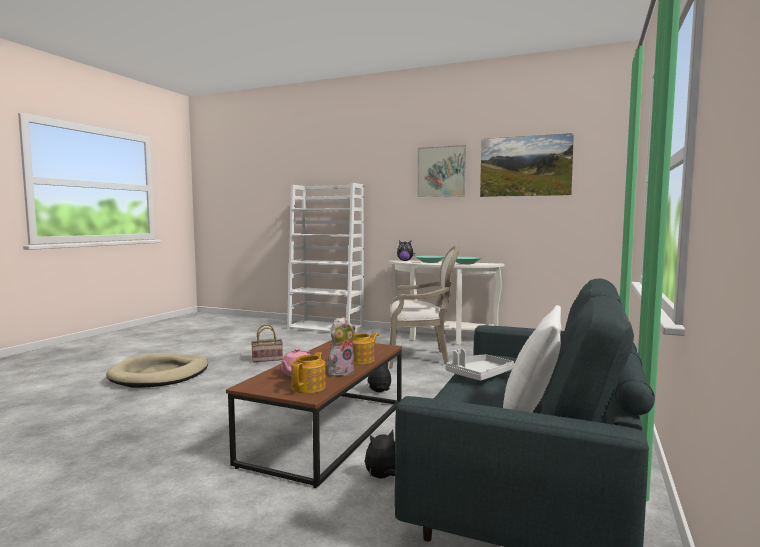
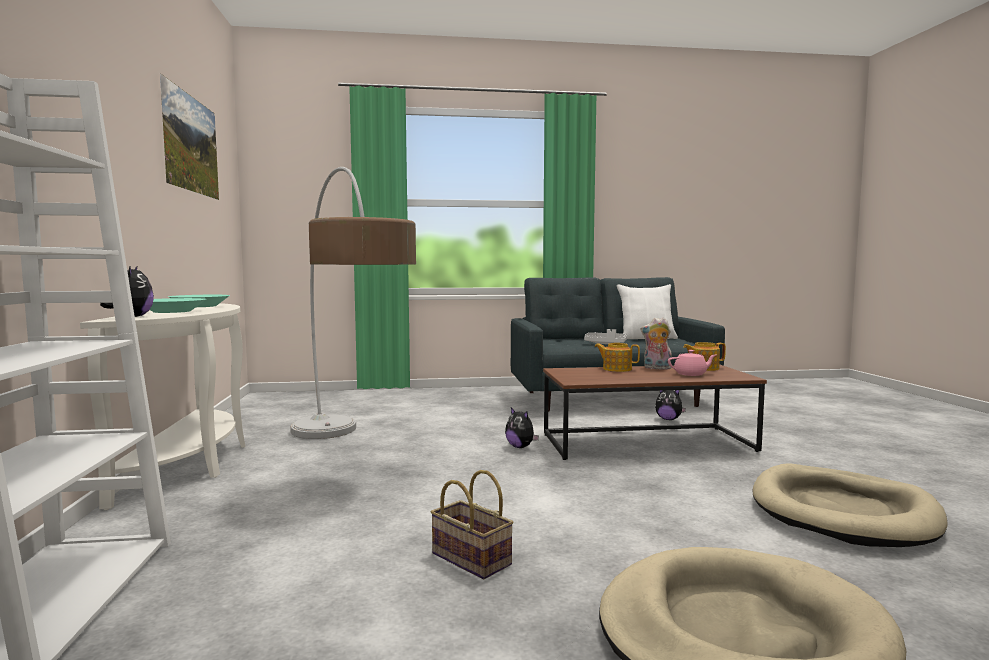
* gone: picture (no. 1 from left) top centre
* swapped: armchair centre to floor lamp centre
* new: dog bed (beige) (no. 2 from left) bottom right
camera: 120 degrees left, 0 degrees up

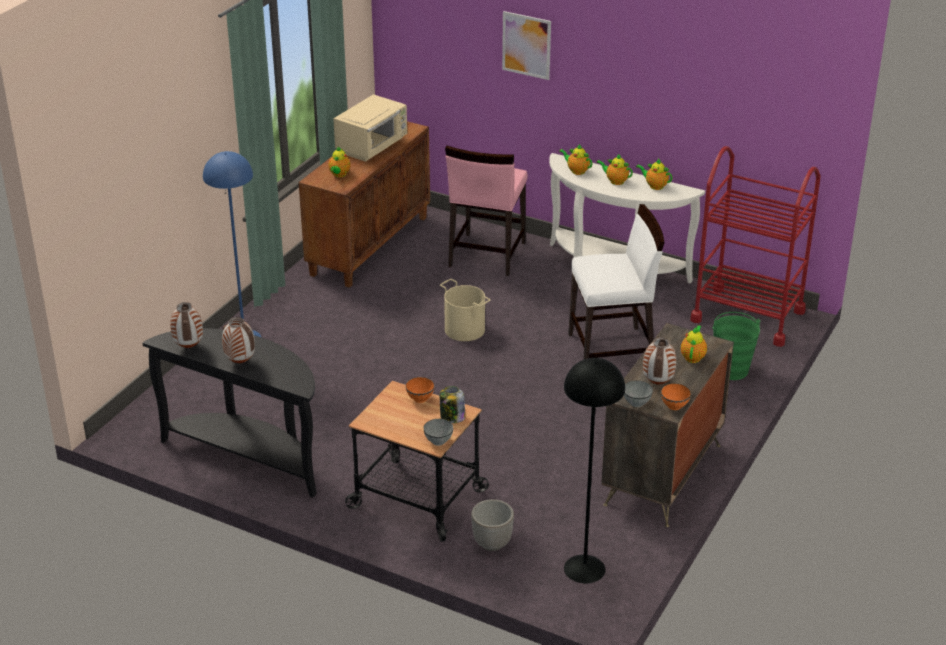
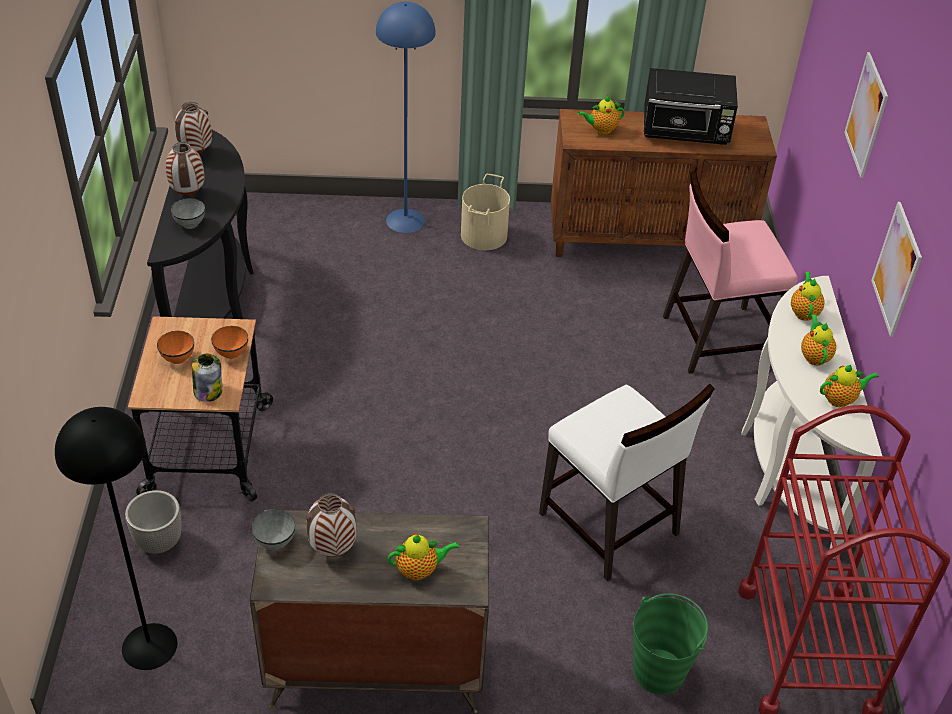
* repainted: microwave (beige) top centre to microwave (black) top right
* rotated: teapot (no. 4 from left in the first image) top right = middle right 75 degrees clockwise
* shifted: bucket (beige) centre to top centre
* shifted: bowl (orange) (no. 2 from left in the first image) middle right to bowl (orange) (no. 1 from left) middle left
* shifted: bowl (grey) (no. 1 from left) bottom centre to top left
* new: picture (no. 2 from left) middle right
camera: 60 degrees right, 10 degrees up

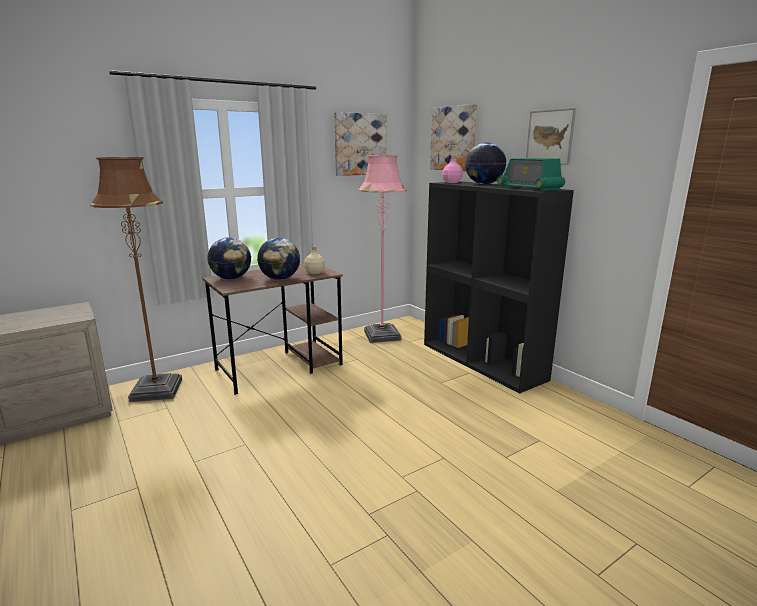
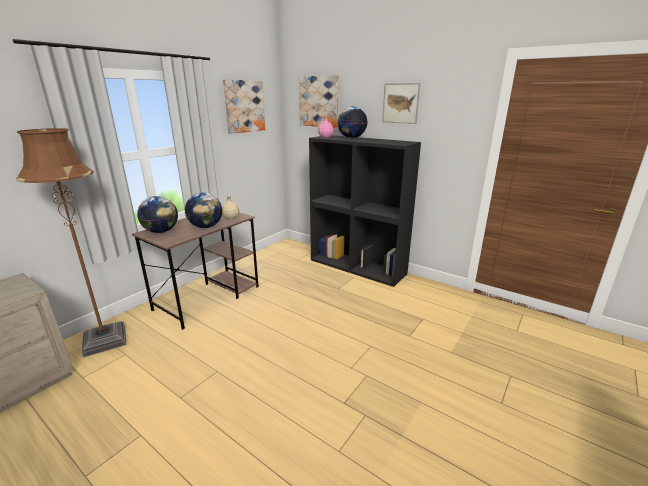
* gone: floor lamp (pink) centre
* gone: radio top right
camera: 20 degrees left, 5 degrees up

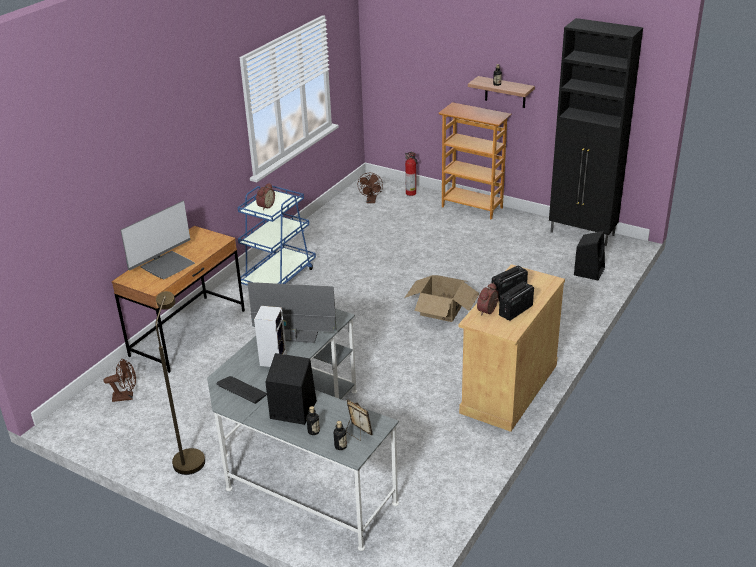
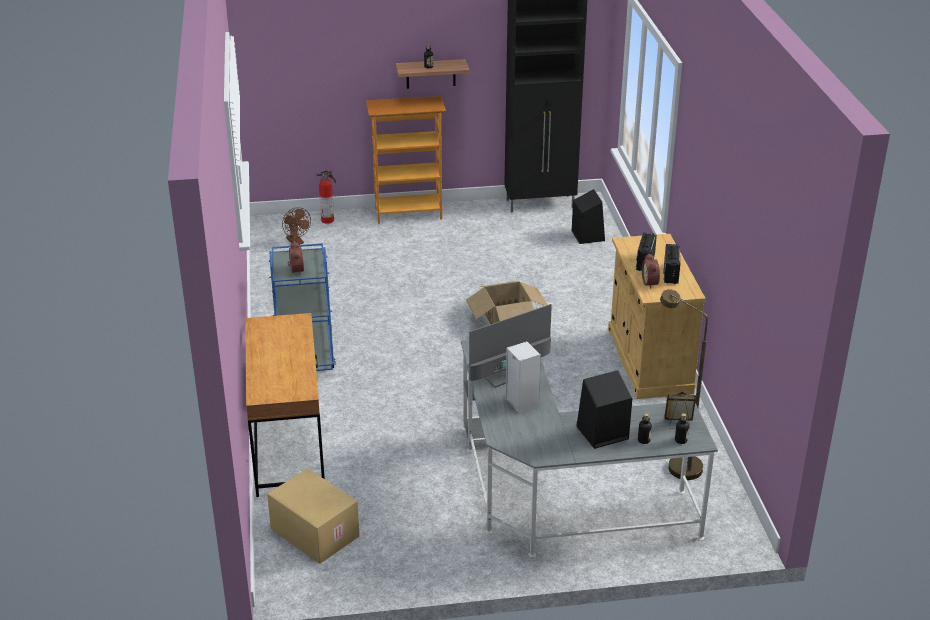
* gone: monitor (no. 1 from left) middle left
* shifted: floor lamp (brown) bottom left to middle right
* swapped: fan (brown) (no. 1 from left) bottom left to cardboard box (no. 1 from left) bottom centre
* gone: keyboard bottom left
camera: 40 degrees left, 0 degrees up

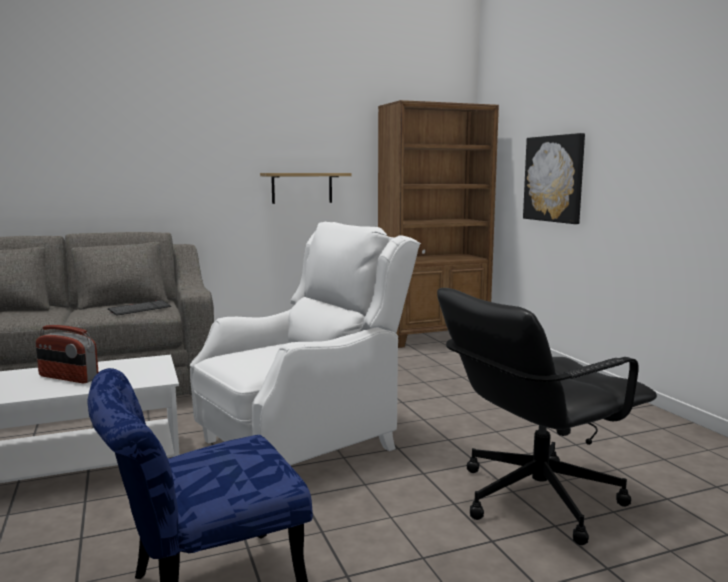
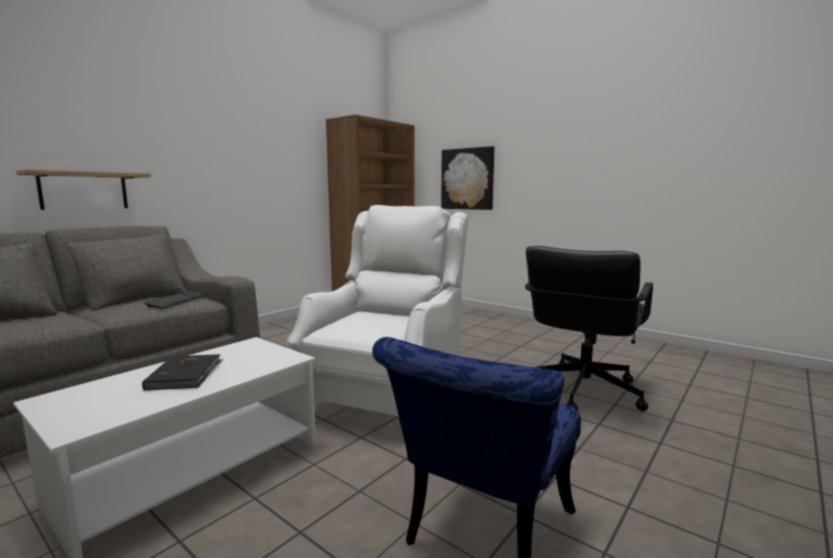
* shifted: shelf top centre to middle left
* swapped: radio middle left to book (black) bottom left
camera: 30 degrees left, 0 degrees up

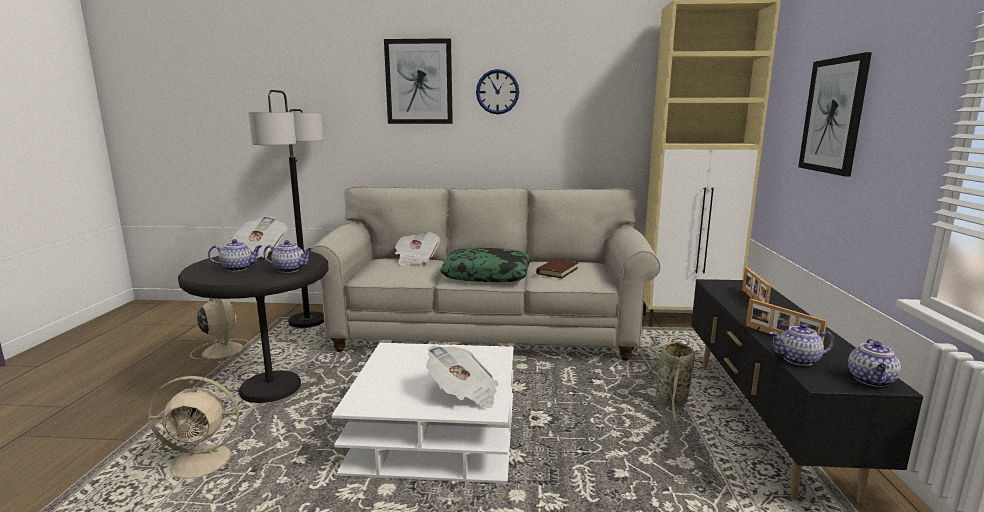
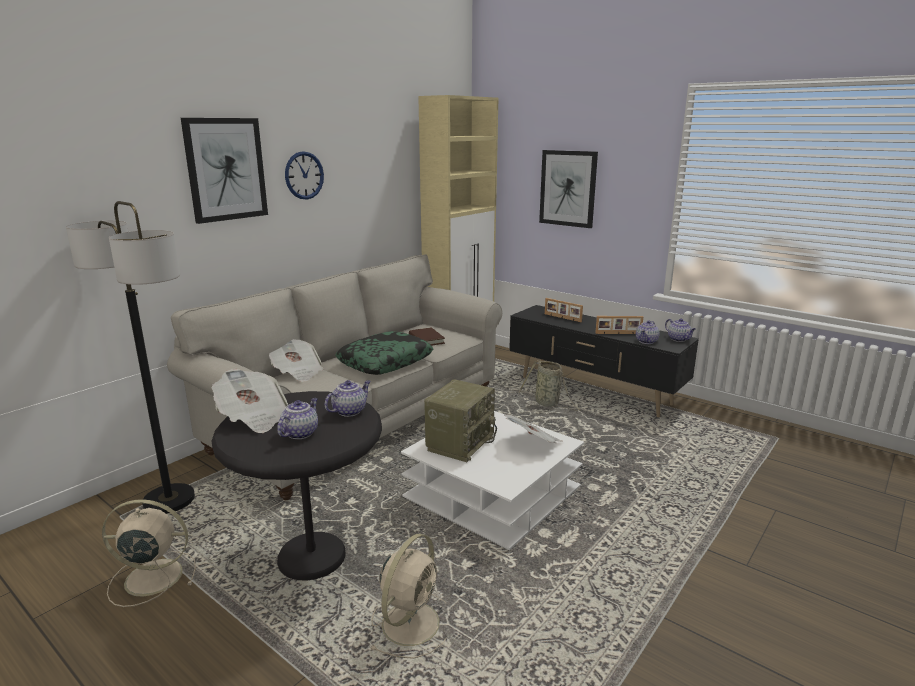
* new: radio centre
camera: 55 degrees left, 5 degrees up

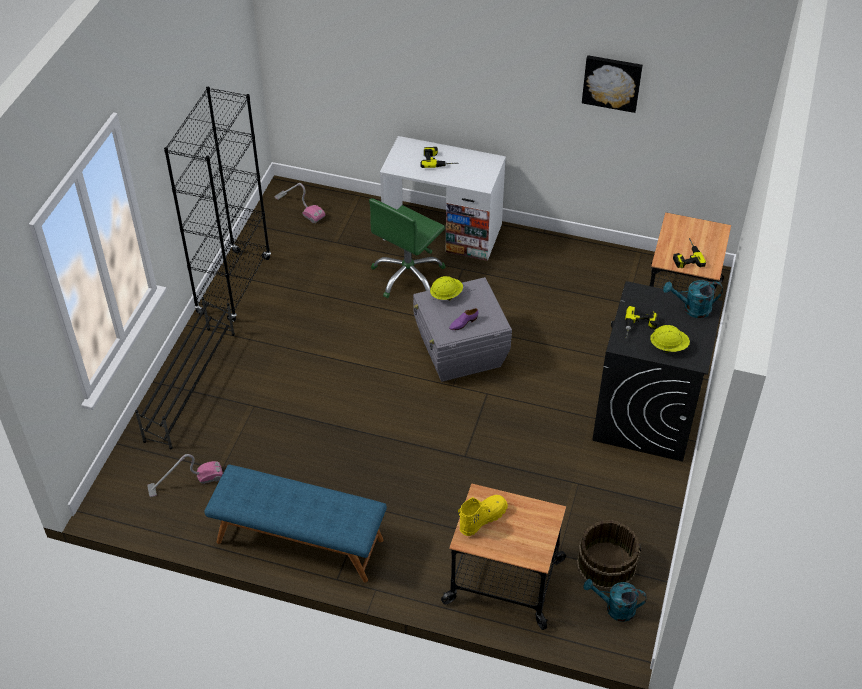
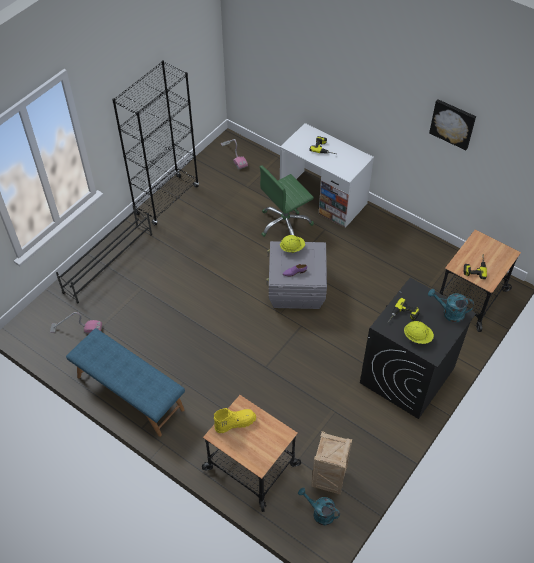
* swapped: bucket (brown) bottom right to crate bottom centre
camera: 20 degrees right, 5 degrees up

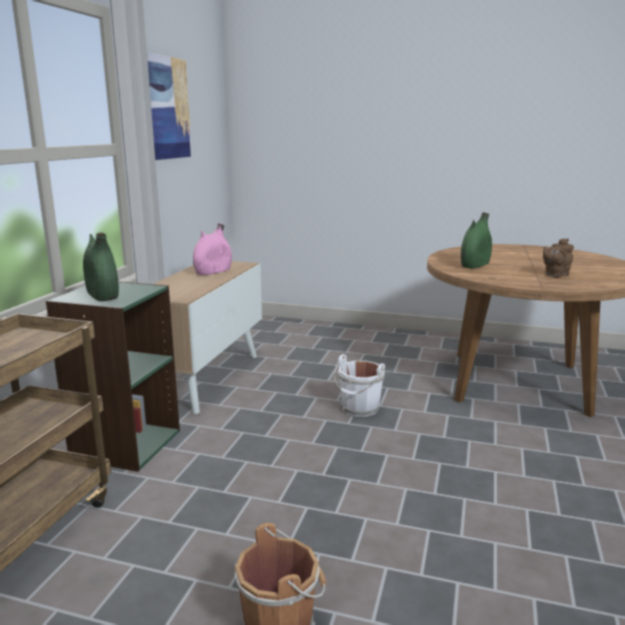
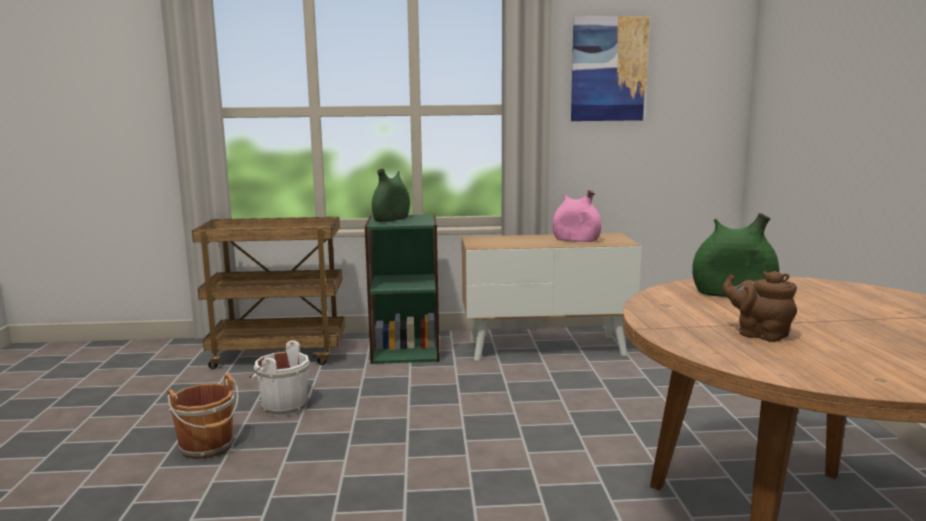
* shifted: bucket (white) centre to bottom left
camera: 70 degrees right, 5 degrees down

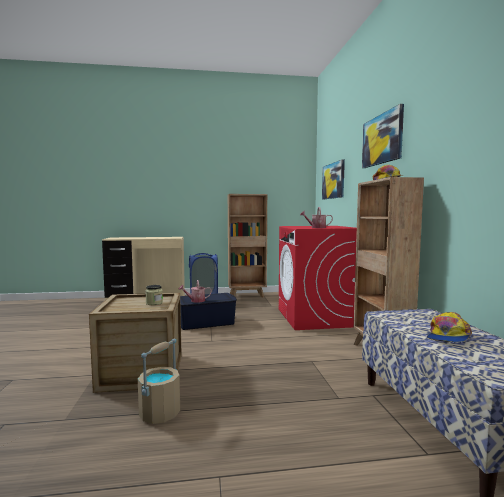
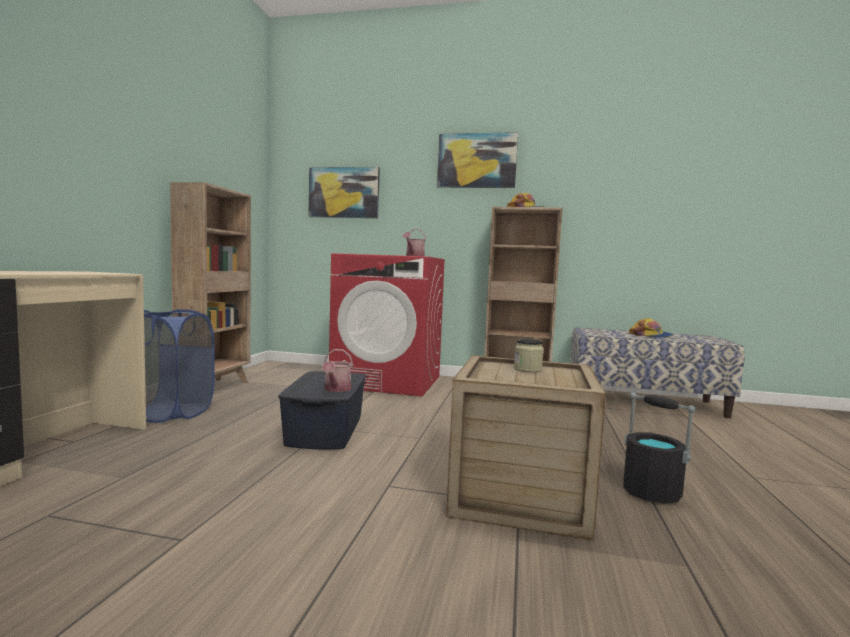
* repainted: bucket (beige) bottom left to bucket (black) bottom right
camera: 70 degrees left, 0 degrees up

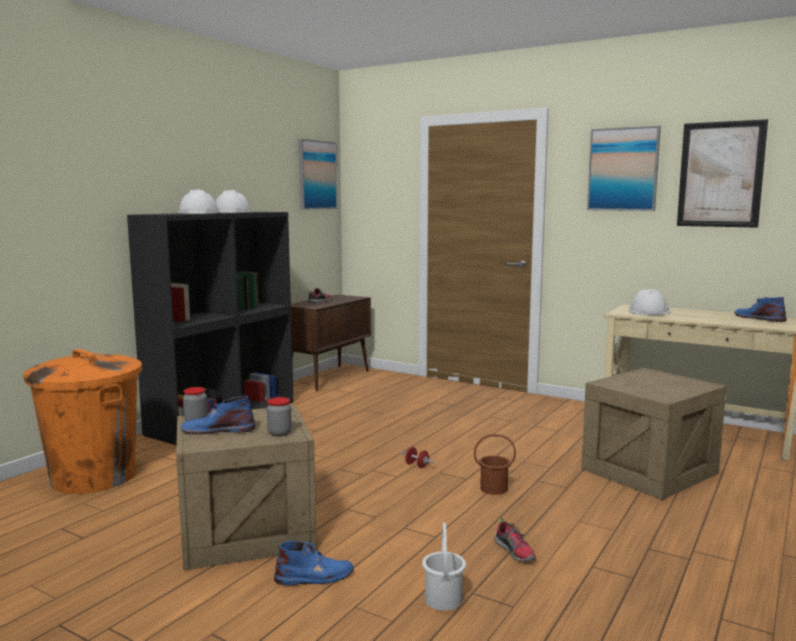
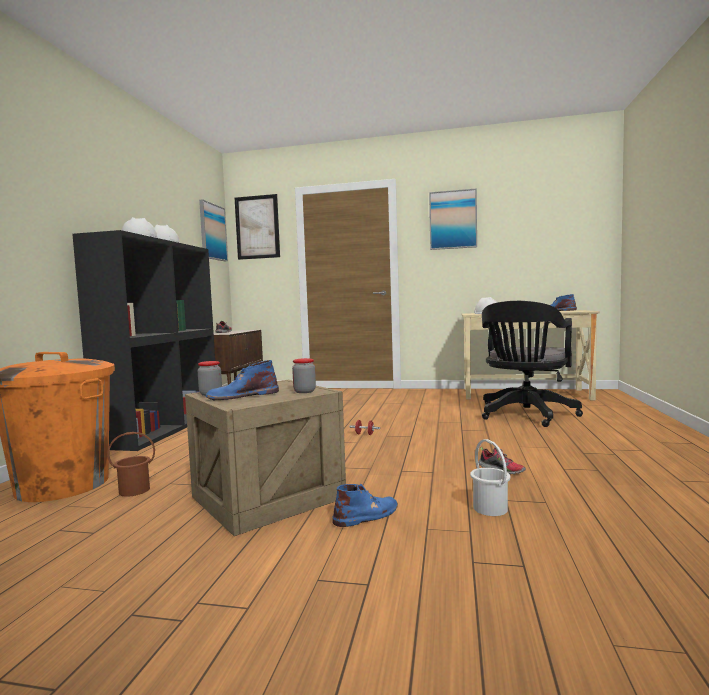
* shifted: picture (no. 3 from left in the first image) top right to picture (no. 2 from left) top centre
* swapped: crate (no. 2 from left) bottom right to office chair (black) middle right
* shifted: bucket (brown) bottom centre to bottom left
camera: 20 degrees left, 5 degrees down

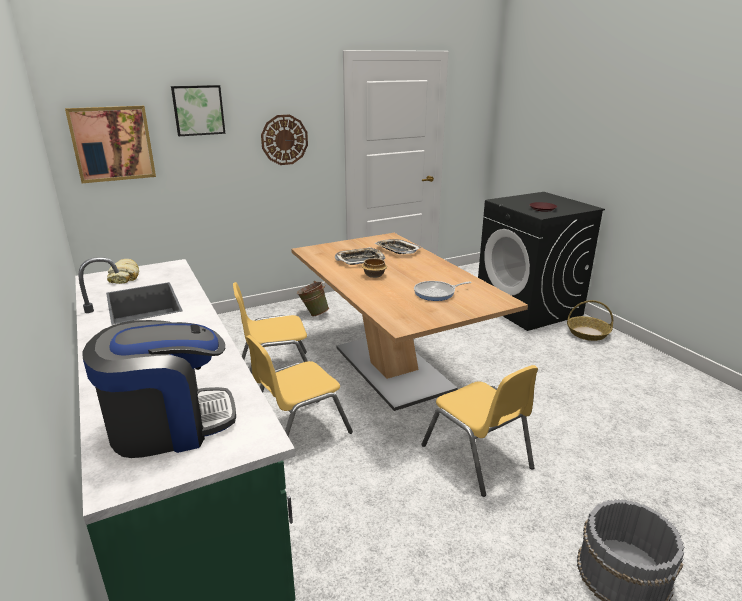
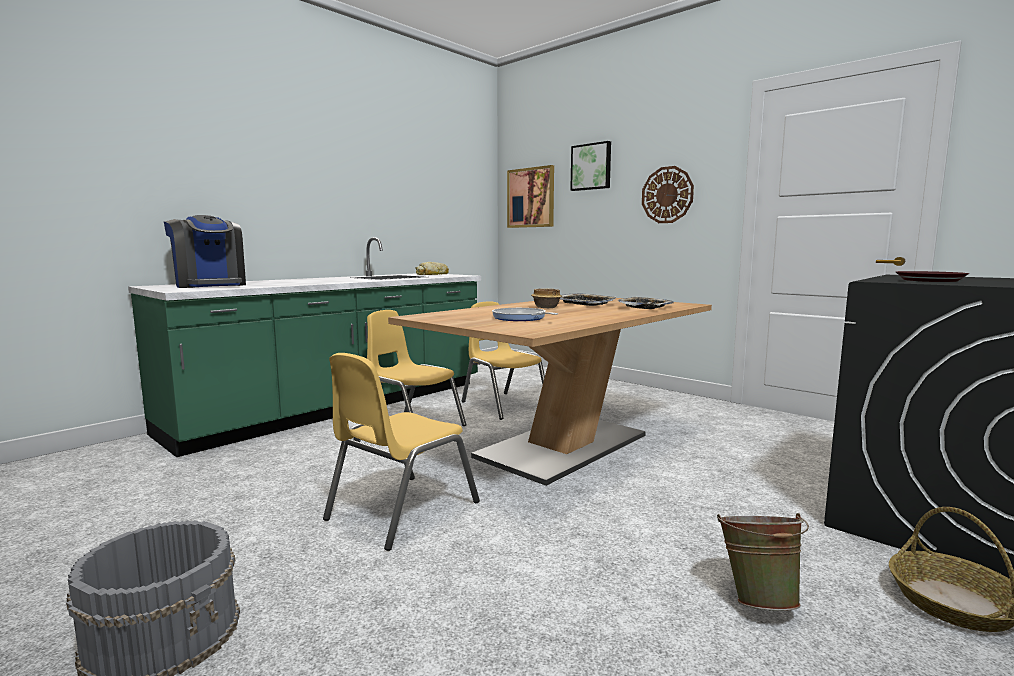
* shifted: bucket (green) centre to bottom right
camera: 70 degrees right, 15 degrees down

